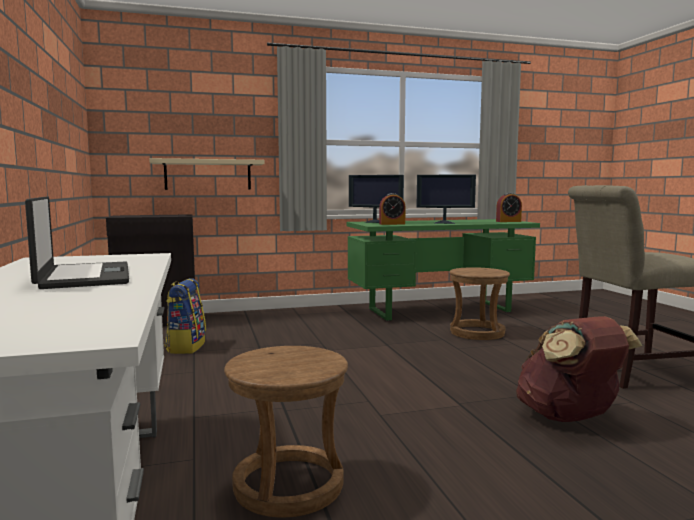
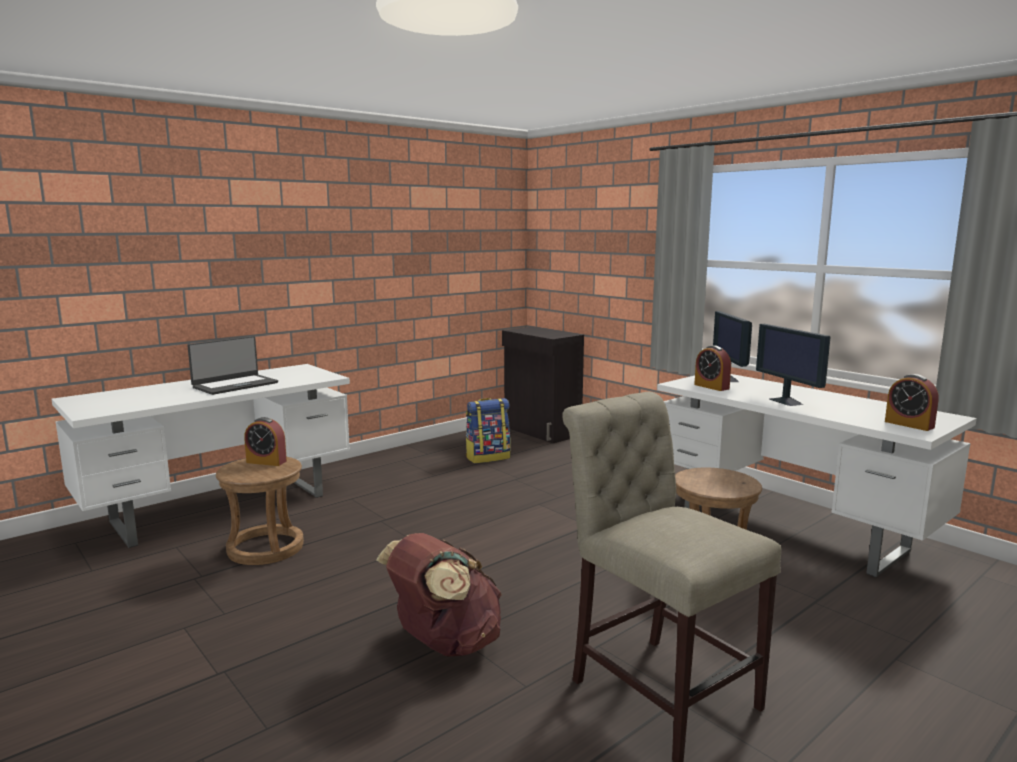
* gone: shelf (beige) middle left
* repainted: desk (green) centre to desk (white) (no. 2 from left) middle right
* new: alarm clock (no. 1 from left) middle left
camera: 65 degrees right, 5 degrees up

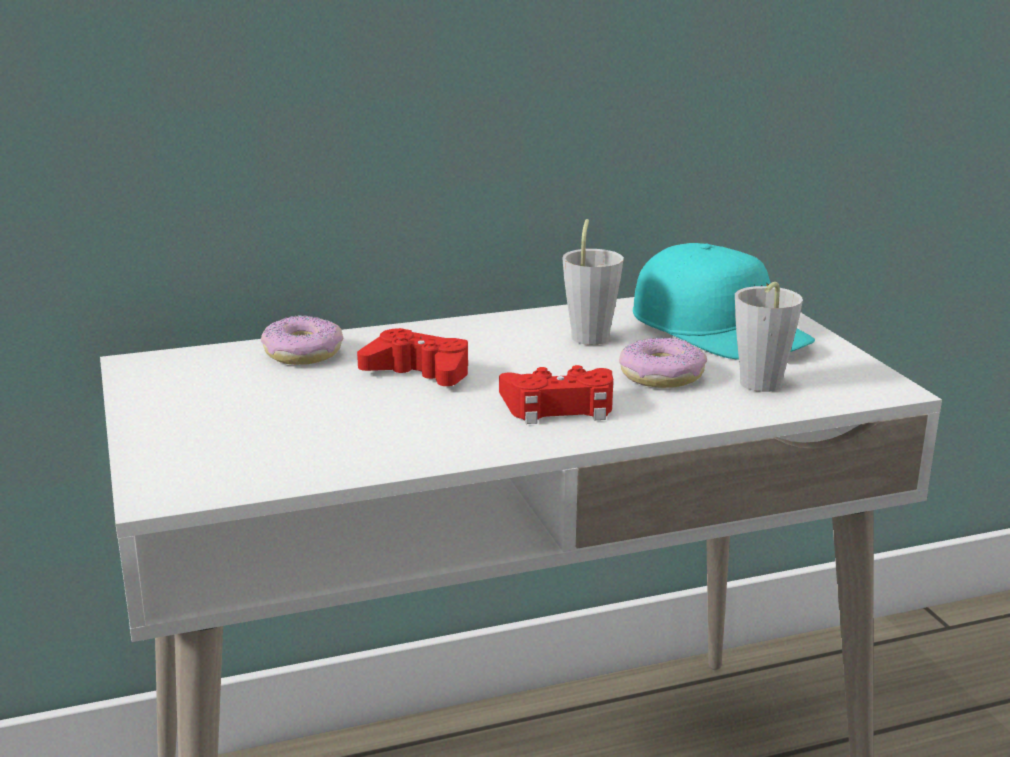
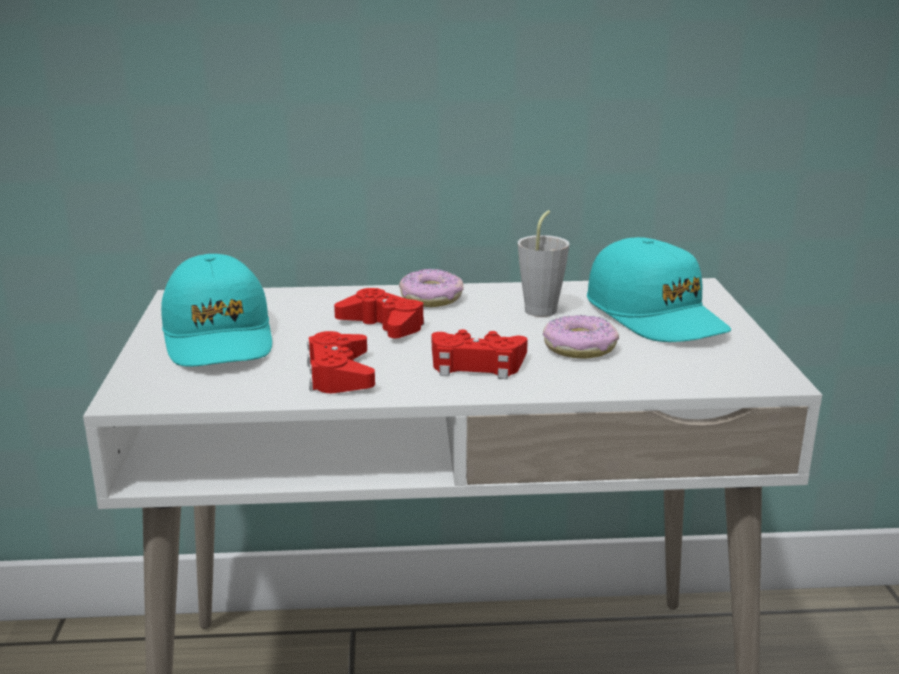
* gone: cup (grey) (no. 2 from left) middle right
* shifted: donut (no. 1 from left) middle left to centre
* new: cap (turquoise) (no. 1 from left) middle left
* new: game controller (red) (no. 1 from left) centre
camera: 15 degrees right, 0 degrees up

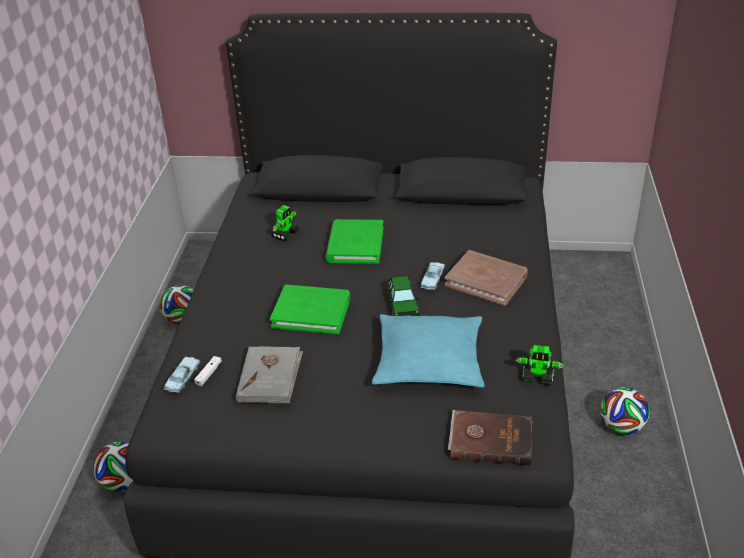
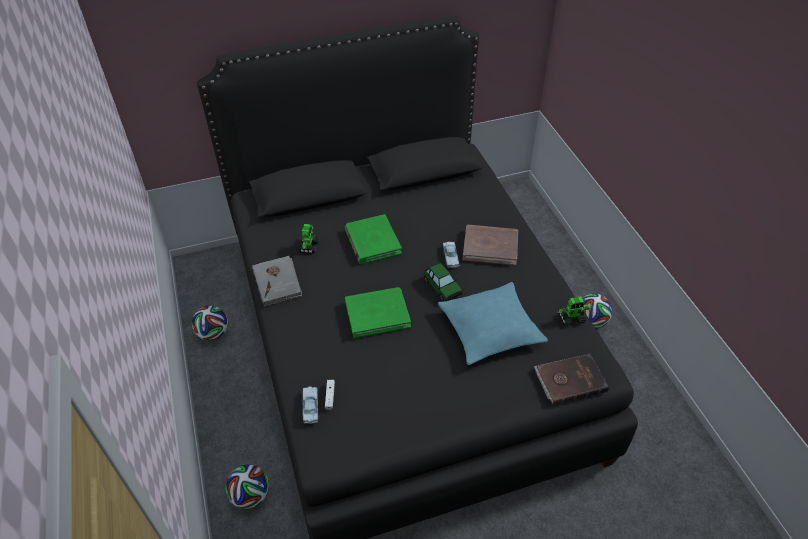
* shifted: book (grey) bottom centre to centre
camera: 25 degrees left, 10 degrees up

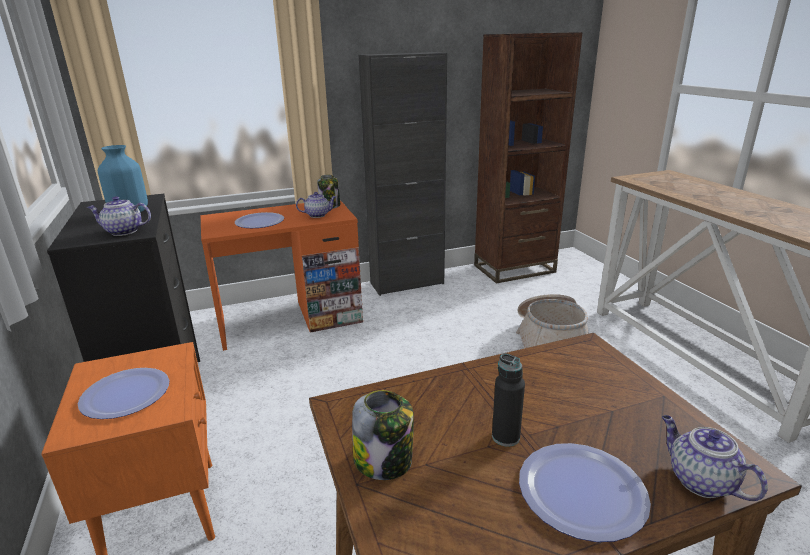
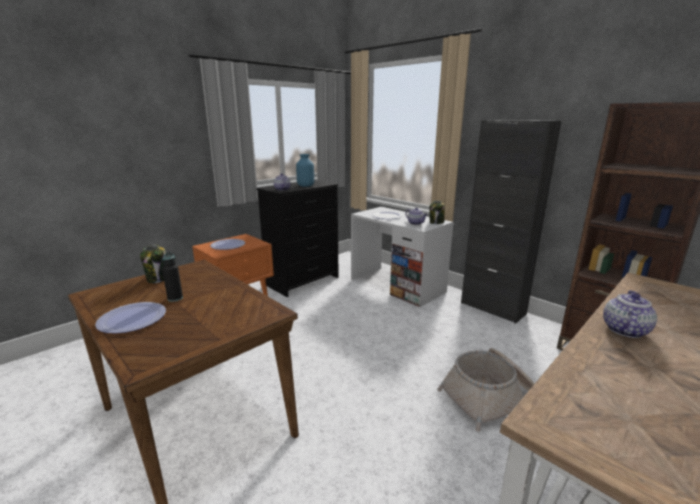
* repainted: desk (orange) centre to desk (white) centre
* shifted: teapot (no. 3 from left) bottom right to middle right
camera: 65 degrees right, 5 degrees down

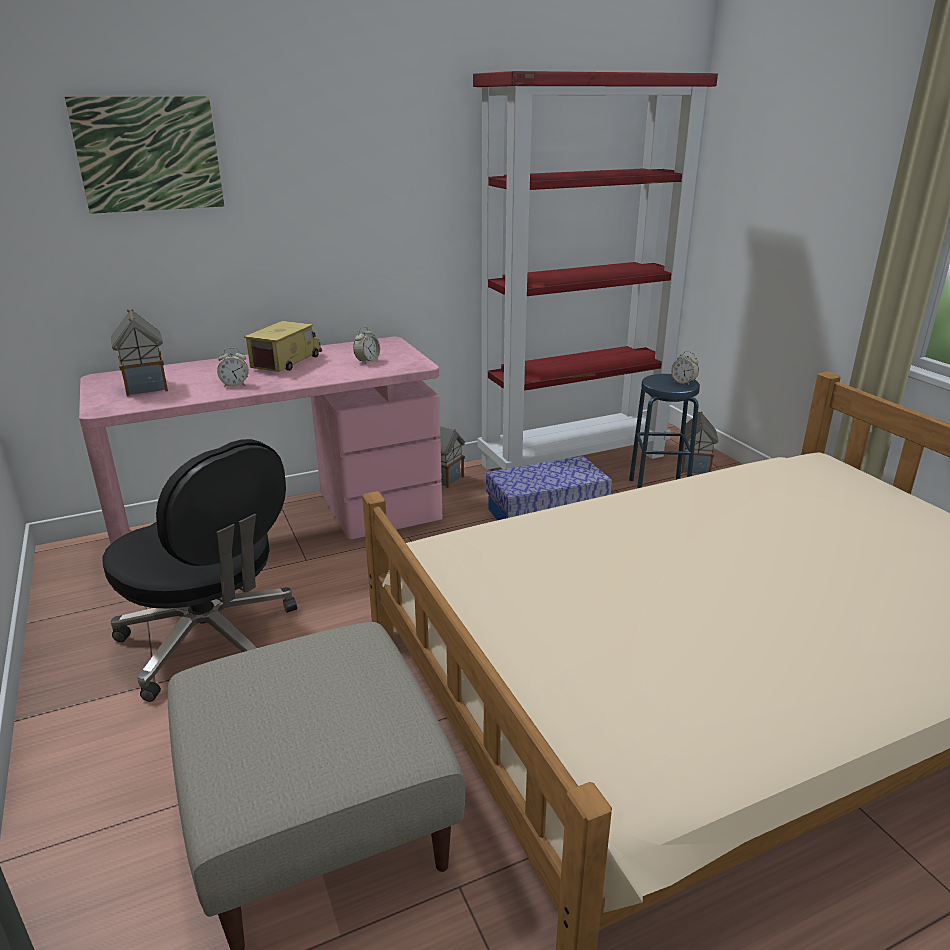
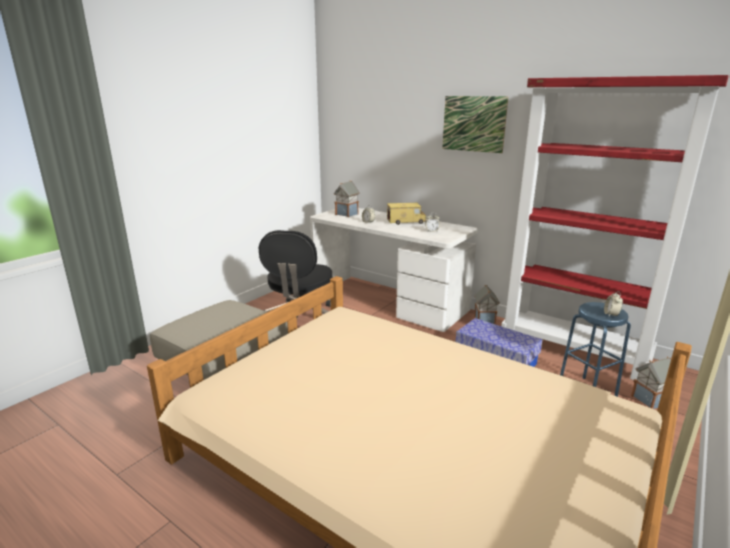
* shifted: picture top left to top centre
* repainted: desk (pink) middle left to desk (white) centre
camera: 60 degrees right, 5 degrees down

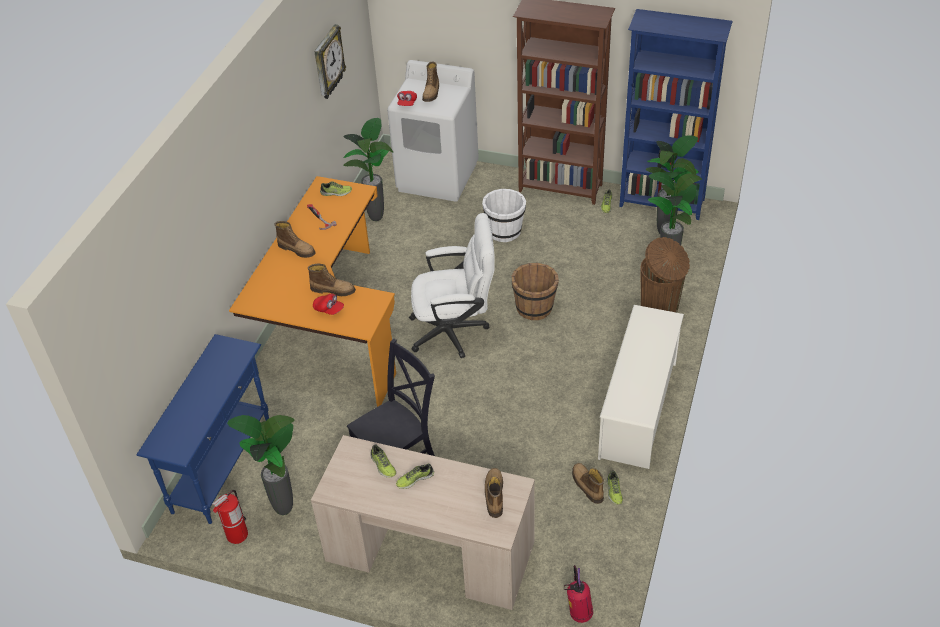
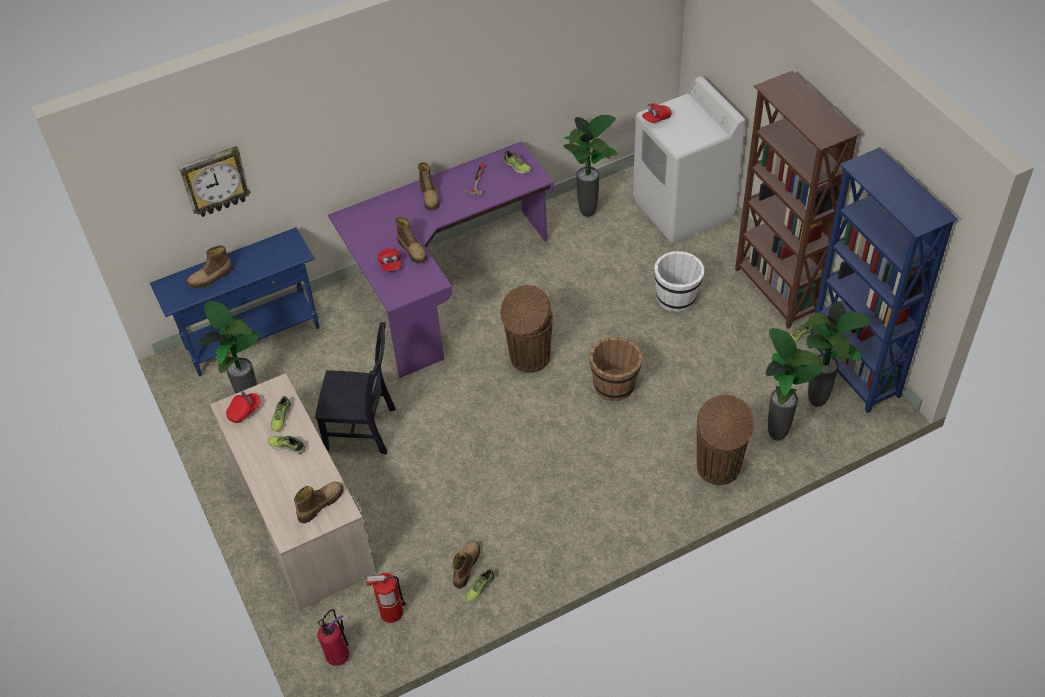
* shifted: wall clock top centre to top left
* shifted: boot (no. 3 from left in the first image) top centre to boot (no. 1 from left) middle left
* repainted: desk (orange) middle left to desk (purple) centre
* swapped: office chair (white) centre to trash can (brown) (no. 1 from left) centre
* gone: shoe rack (white) middle right
* shifted: fire extinguisher (no. 1 from left in the first image) bottom left to fire extinguisher (no. 2 from left) bottom centre
* new: cap (red) (no. 1 from left) middle left
camera: 45 degrees right, 5 degrees up

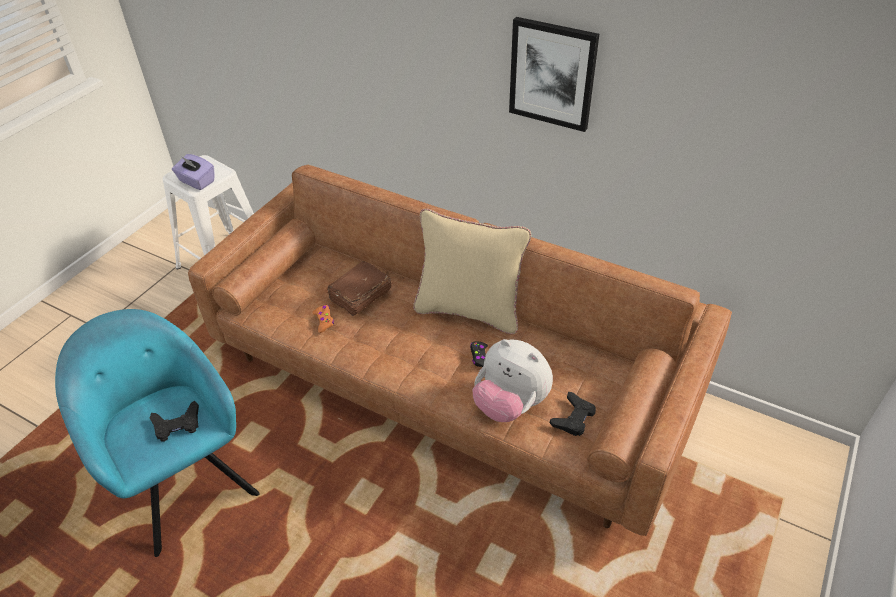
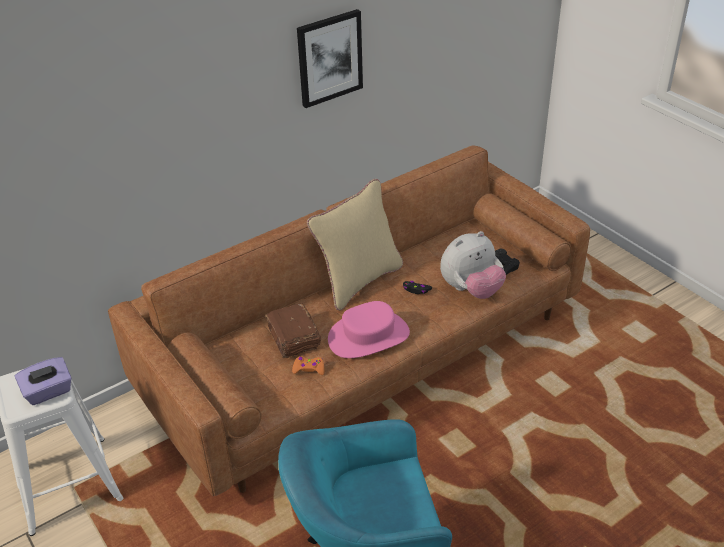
* gone: game controller (black) (no. 1 from left) bottom left
* new: hat (pink) centre
camera: 65 degrees left, 5 degrees down

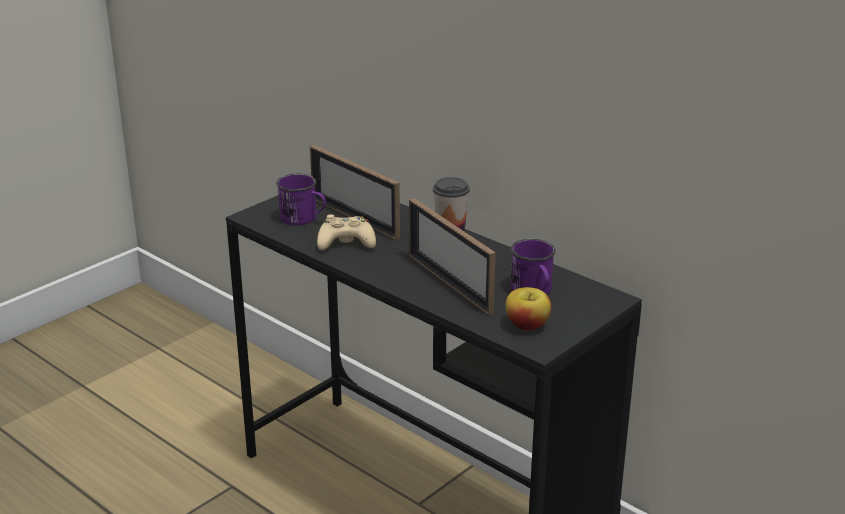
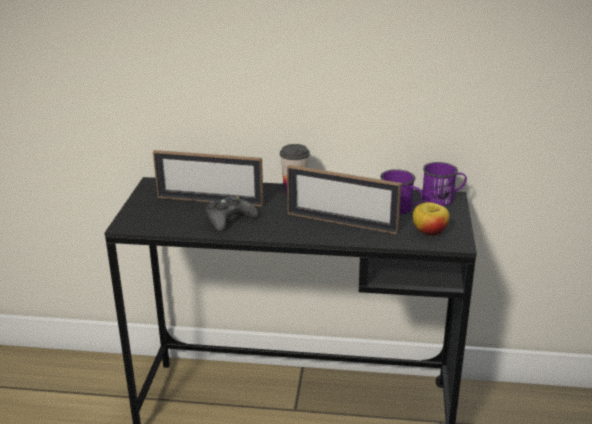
* shifted: mug (purple) (no. 1 from left in the first image) centre to mug (purple) (no. 2 from left) middle right
* repainted: game controller (beige) centre to game controller (black) centre
camera: 35 degrees left, 0 degrees up

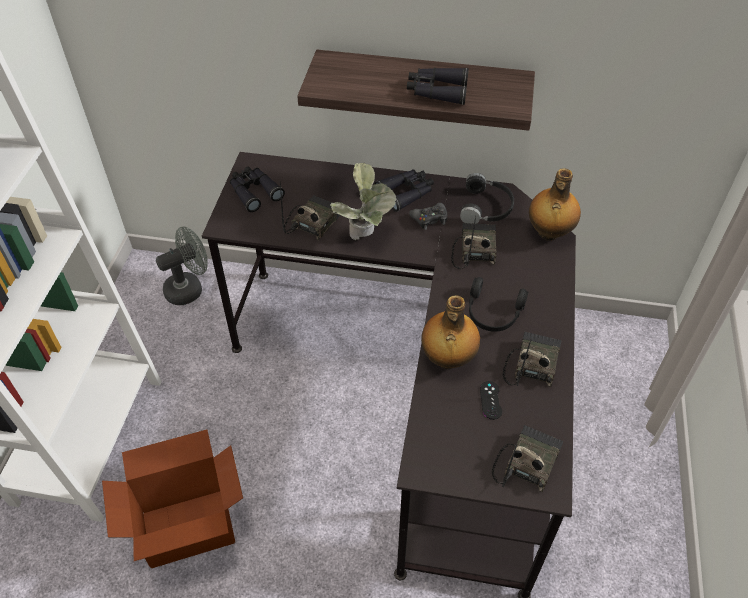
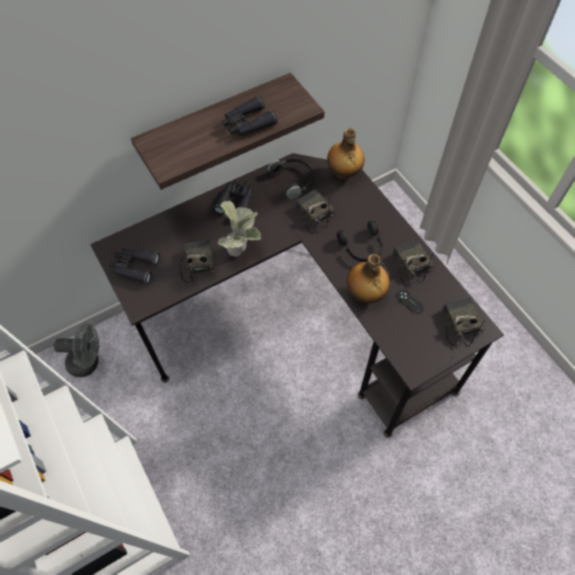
* gone: game controller (black) (no. 1 from left) centre
* rotated: fan (grey) middle left = middle left 75 degrees clockwise
* gone: cardboard box bottom left
camera: 40 degrees left, 10 degrees up

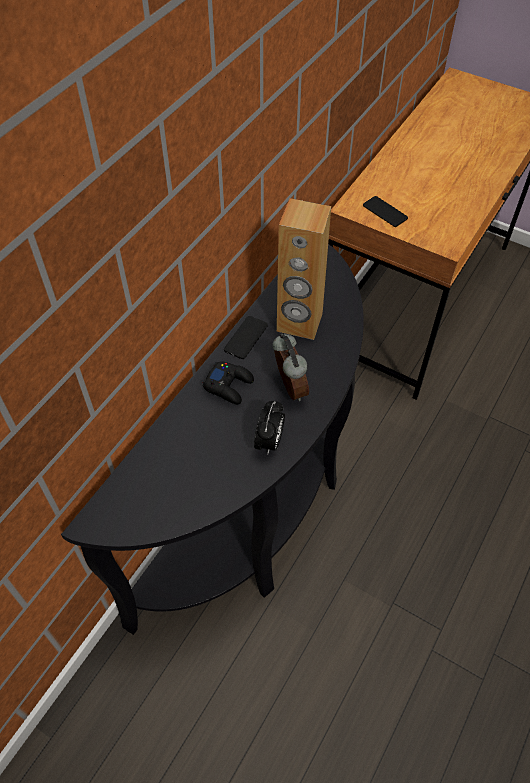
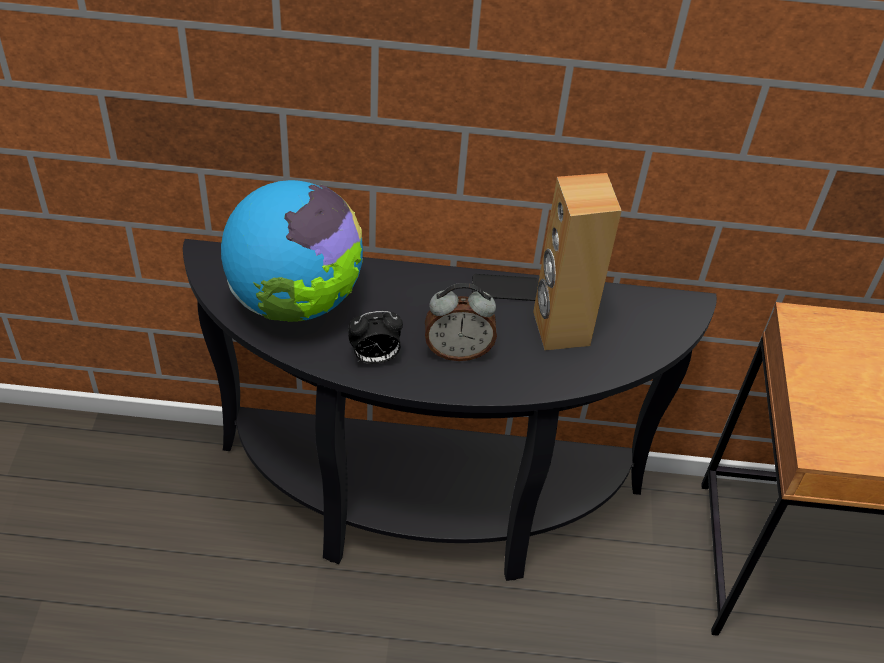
* gone: phone (no. 2 from left) top right
* rotated: alarm clock (no. 2 from left) centre = centre 45 degrees clockwise
* gone: game controller (black) centre
* new: globe middle left
camera: 60 degrees right, 5 degrees down

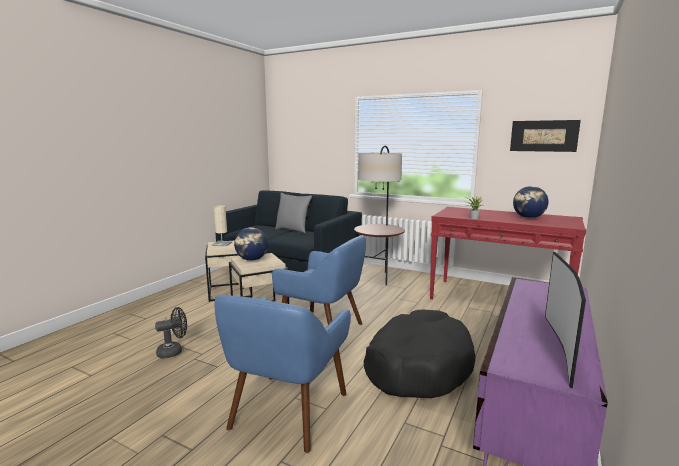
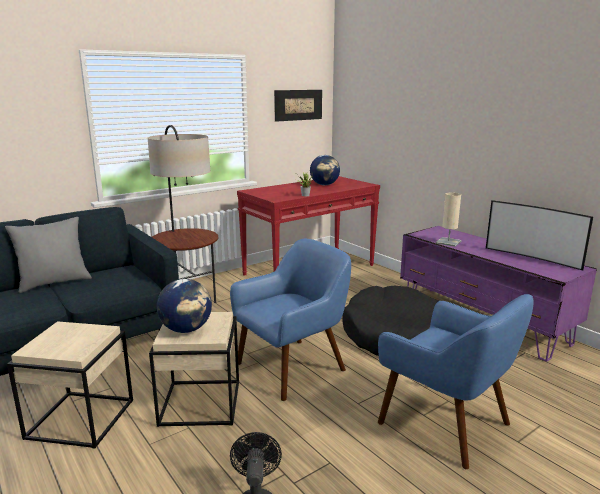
* shifted: table lamp (beige) middle left to middle right
camera: 65 degrees left, 5 degrees up

